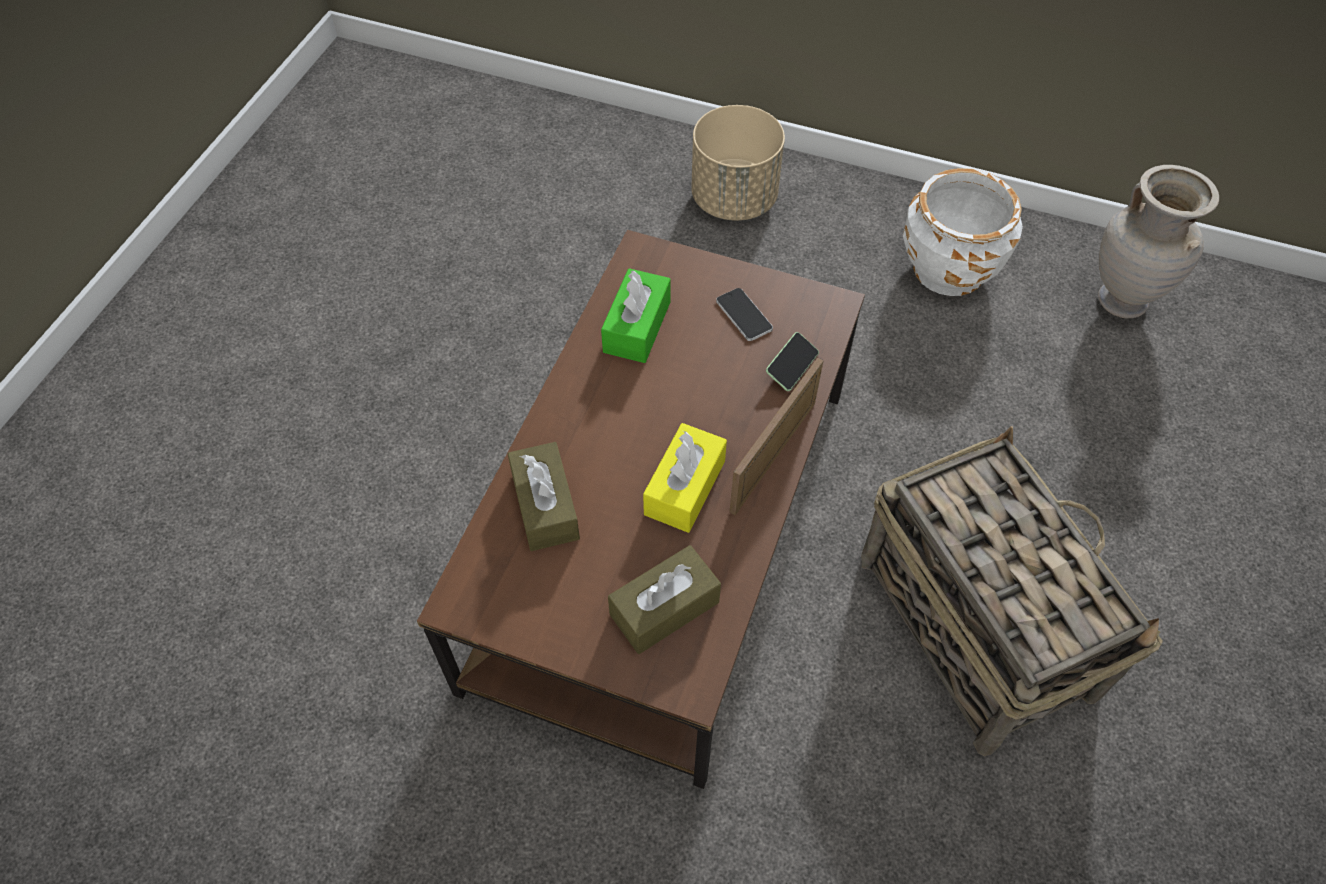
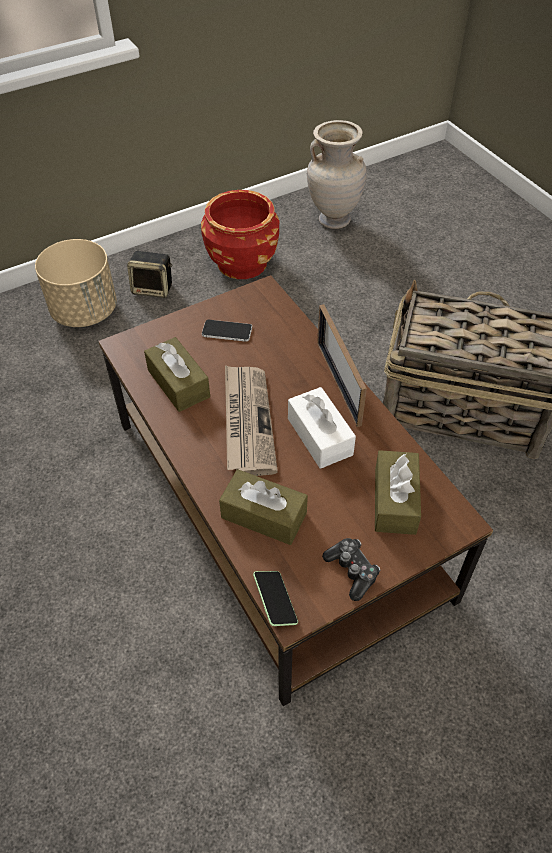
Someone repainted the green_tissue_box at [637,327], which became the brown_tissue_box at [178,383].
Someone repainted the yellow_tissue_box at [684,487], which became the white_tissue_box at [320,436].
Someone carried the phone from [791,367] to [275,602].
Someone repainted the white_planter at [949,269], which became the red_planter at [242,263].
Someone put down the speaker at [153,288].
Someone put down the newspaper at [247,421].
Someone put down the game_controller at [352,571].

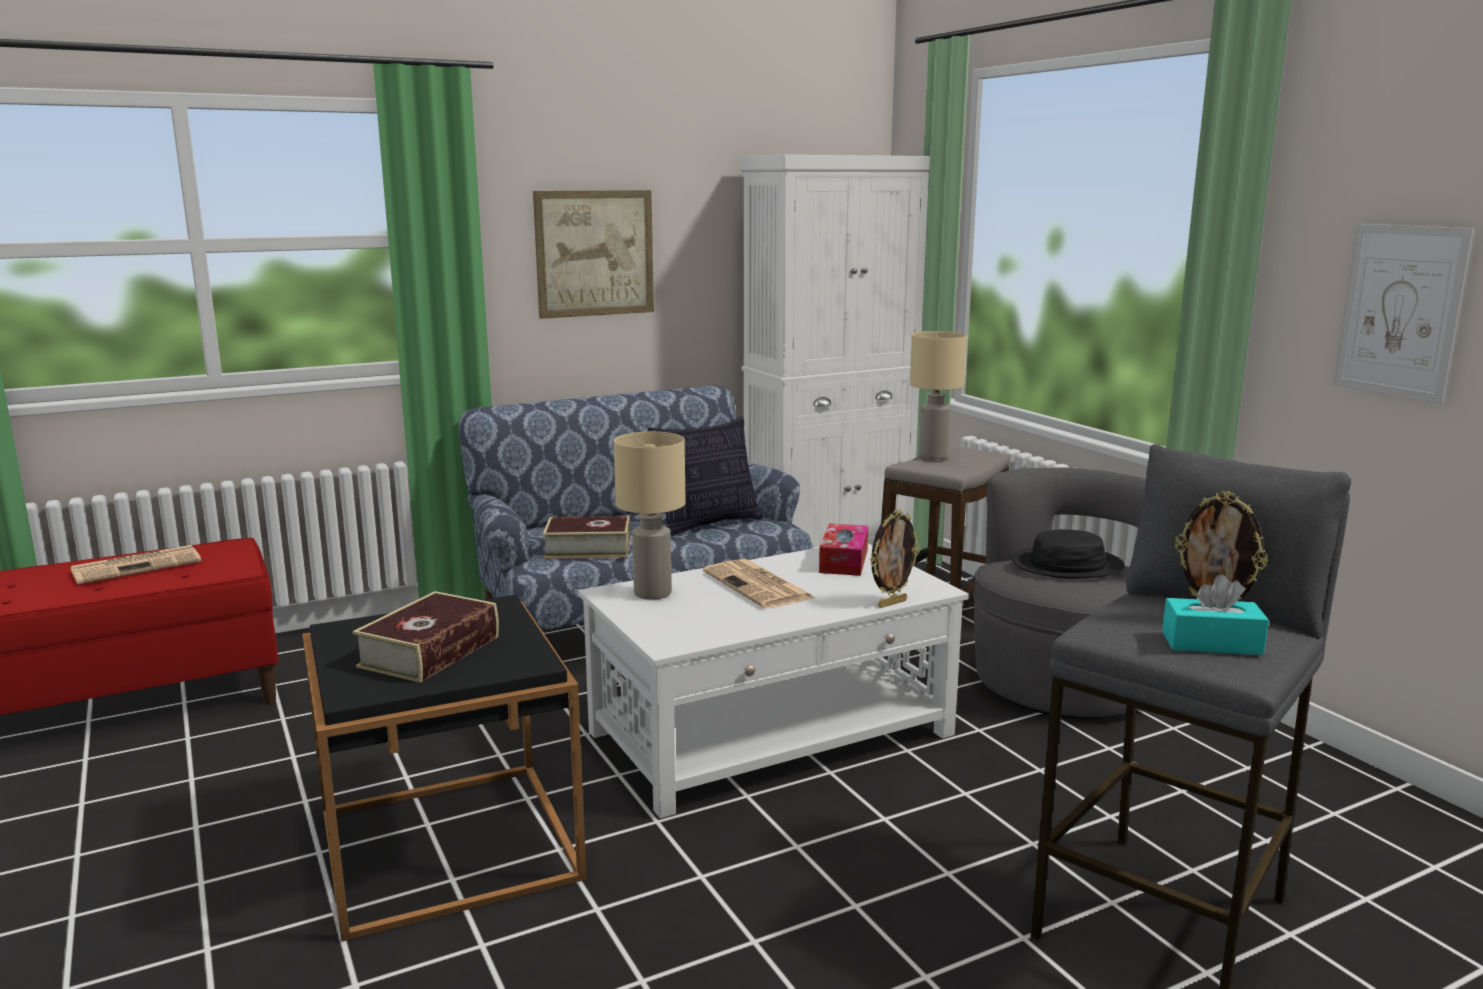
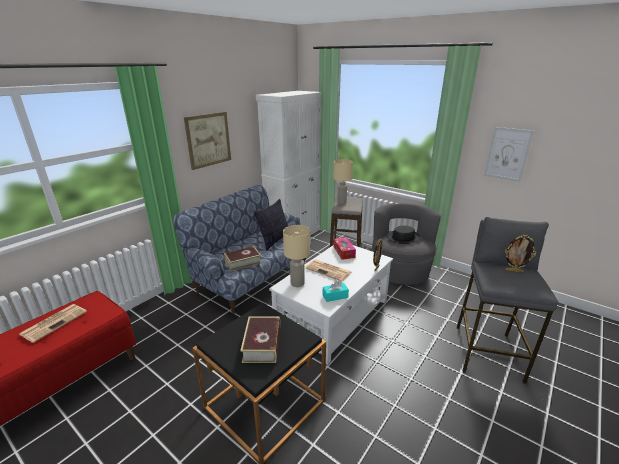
Someone carried the turquoise_tissue_box from [1211,643] to [335,296].

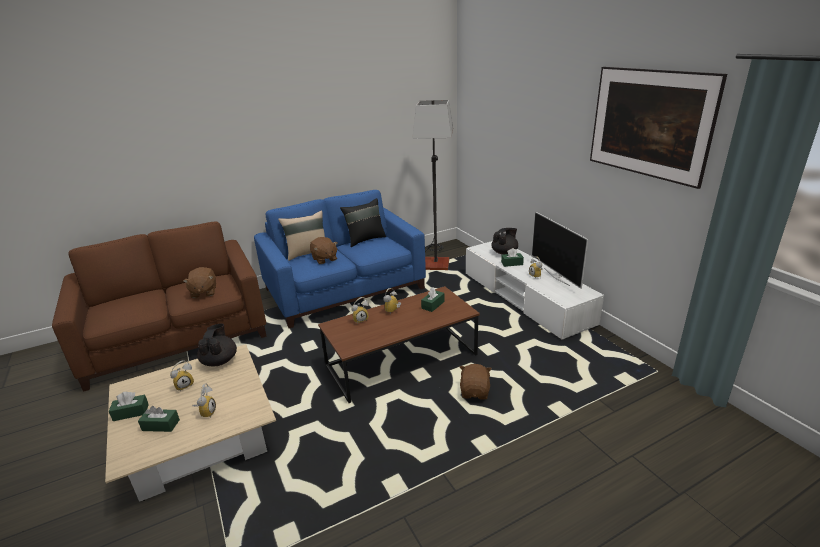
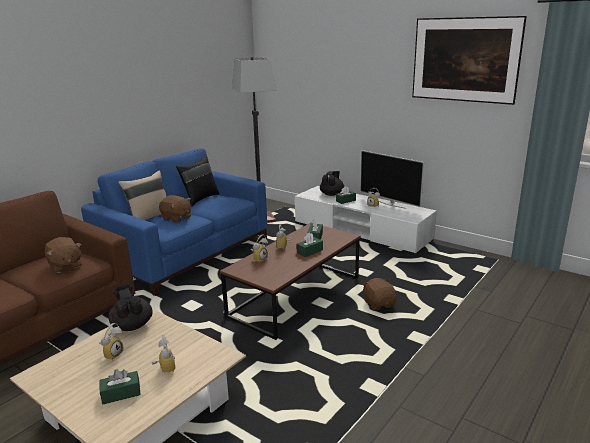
Someone carried the green_tissue_box from [131,412] to [309,251].

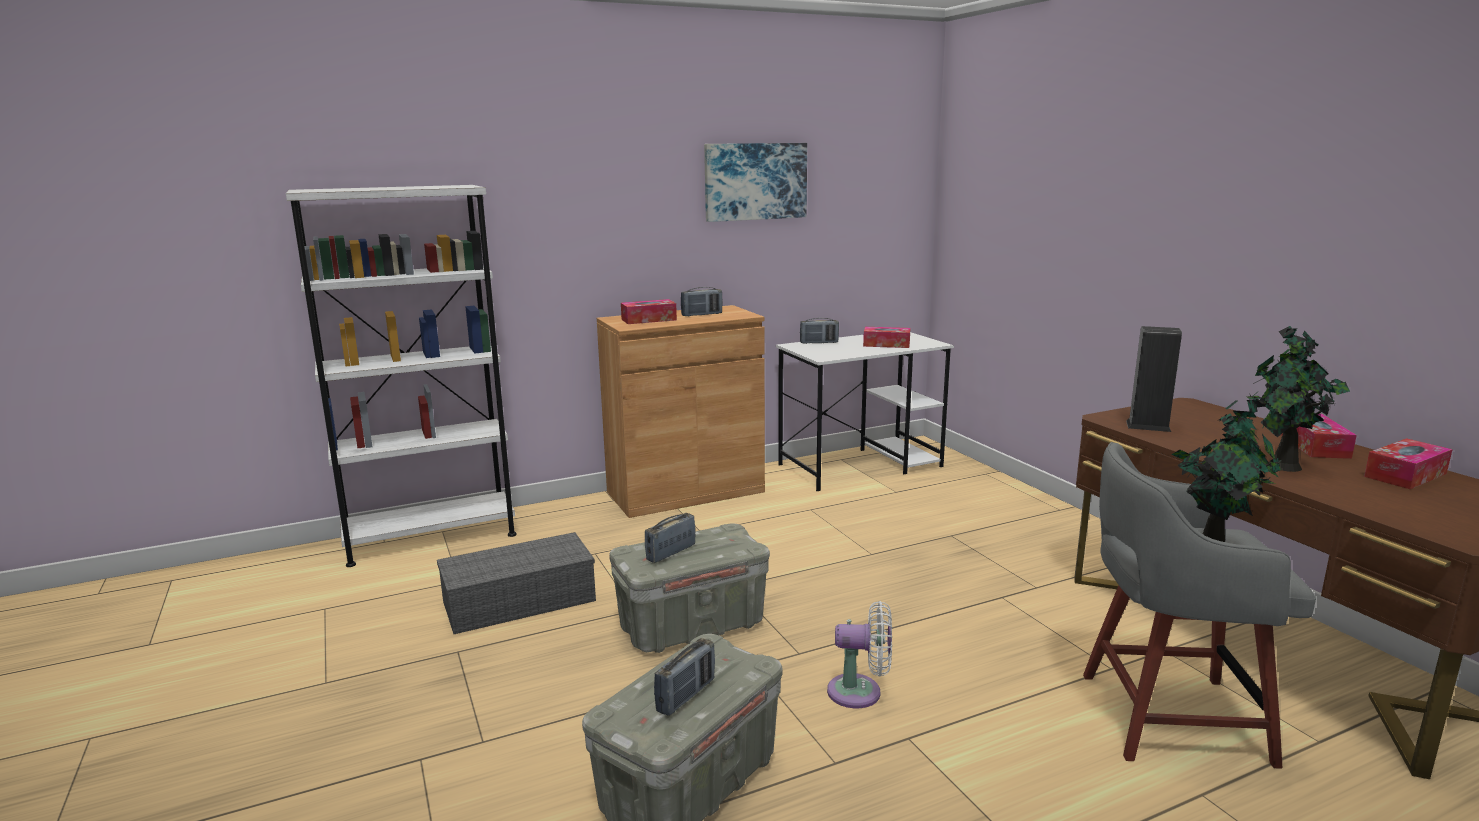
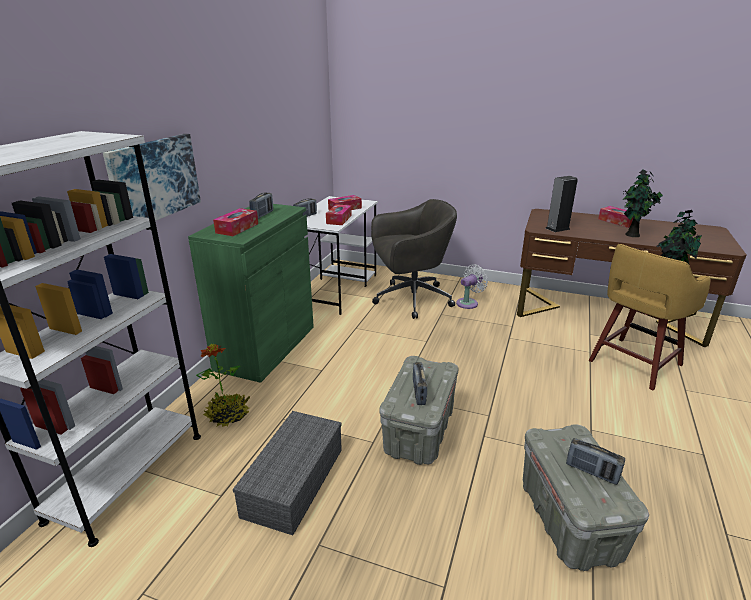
Someone repainted the brown_cabinet at [685,492], which became the green_cabinet at [266,347].
Someone rotated the radio at [686,695] by 135 degrees clockwise.
Someone carried the picture from [755,181] to [154,179].
Someone carried the white_fan from [860,692] to [468,303].
Someone repainted the grey_stool at [1166,717], which became the yellow_stool at [633,363].
Someone carried the tissue_box from [1405,475] to [339,219].
Someone put down the potted_plant at [228,415].
Someone put down the grey_office_chair at [410,299].

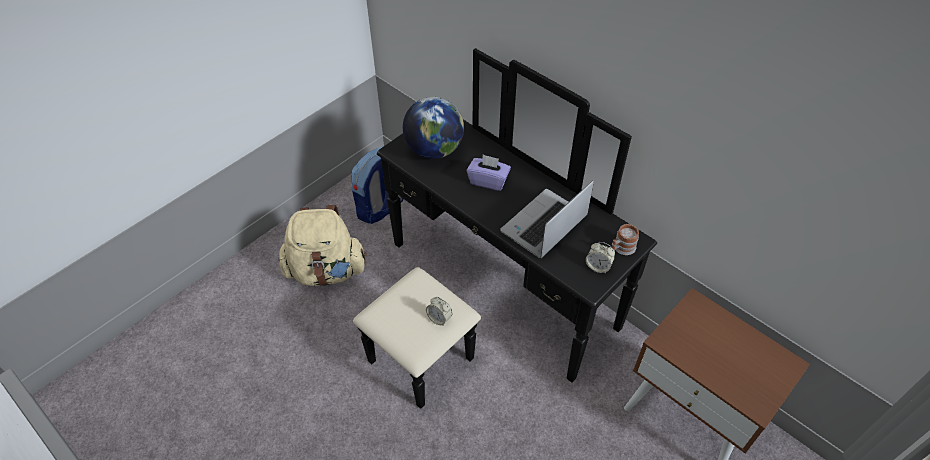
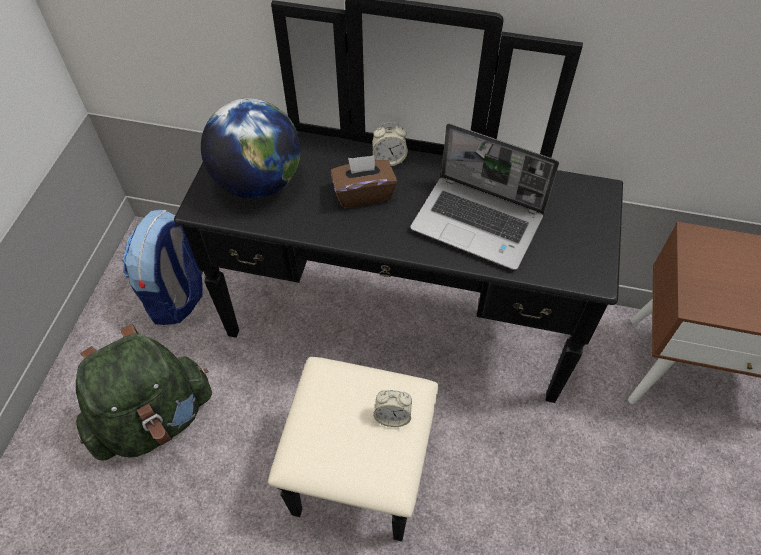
Someone repainted the beige_backpack at [326,271], which became the green_backpack at [155,419].
Someone repainted the purple_tissue_box at [488,181], which became the brown_tissue_box at [363,194].
Someone rotated the laptop at [544,226] by 75 degrees counterclockwise.
Someone carried the alarm_clock from [598,266] to [389,159].
Someone took away the mug at [621,248].

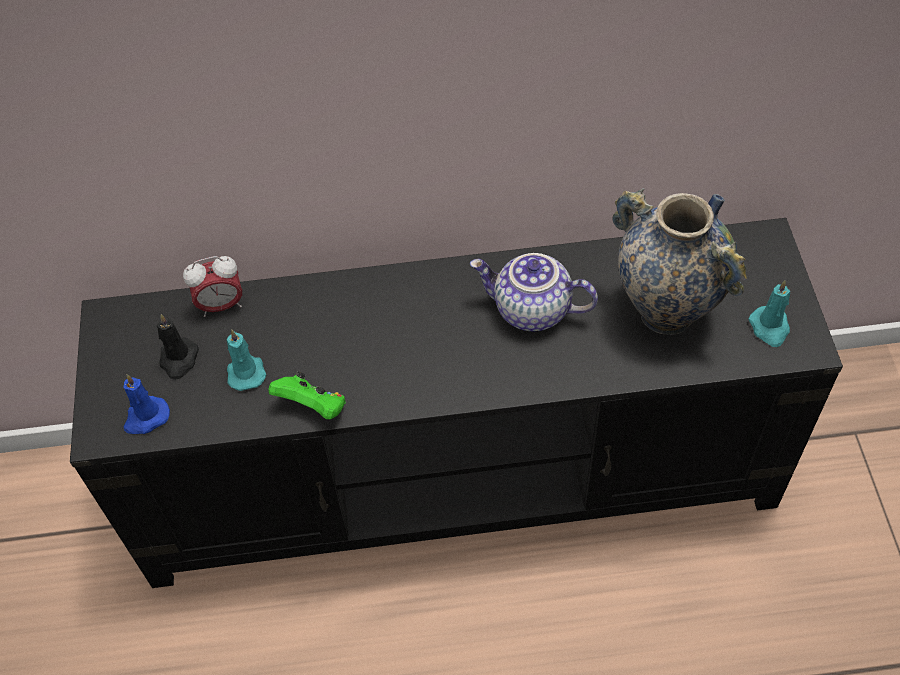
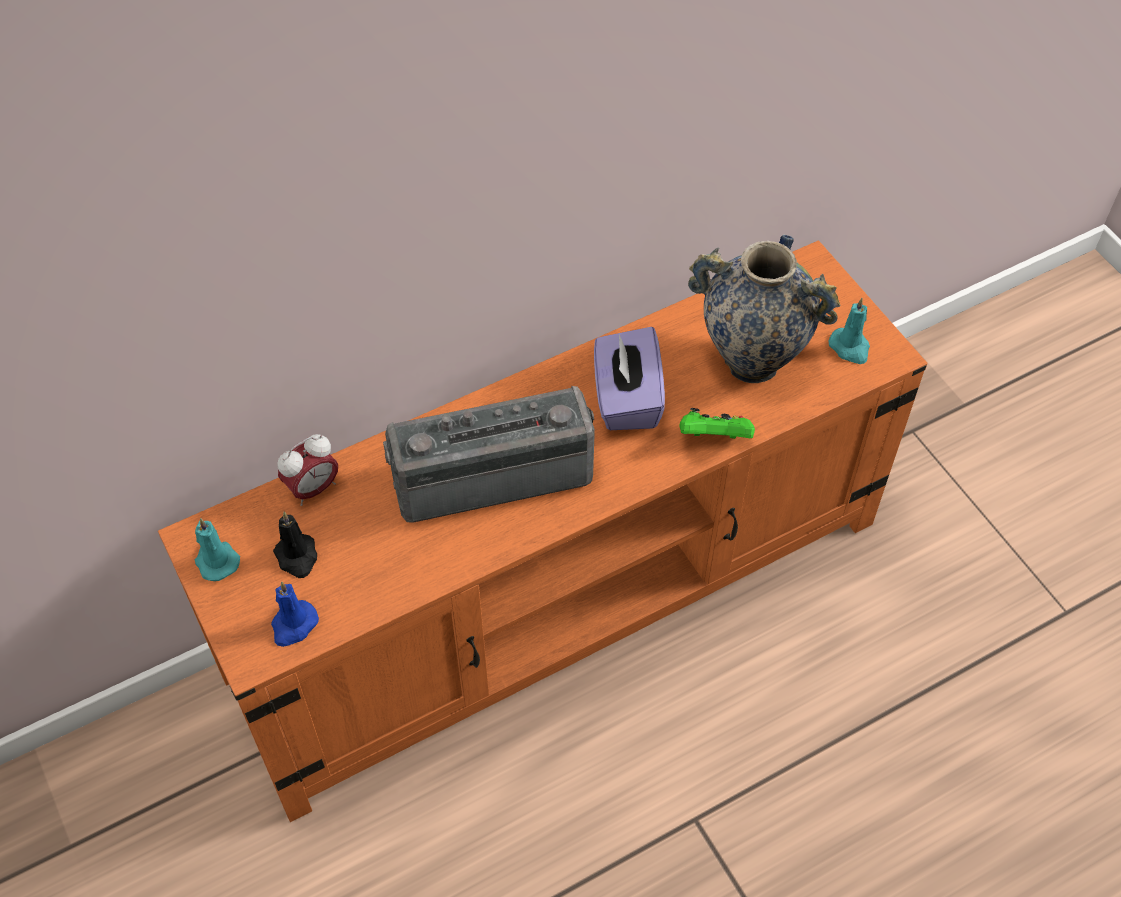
Someone repainted the black_tv_stand at [460,476], which became the orange_tv_stand at [560,597].
Someone carried the turquoise_candle from [246,372] to [216,560].
Someone carried the green_game_controller from [313,407] to [714,438].
Someone swapped the teapot at [531,311] for the purple_tissue_box at [626,399].
Someone put down the radio at [491,472].

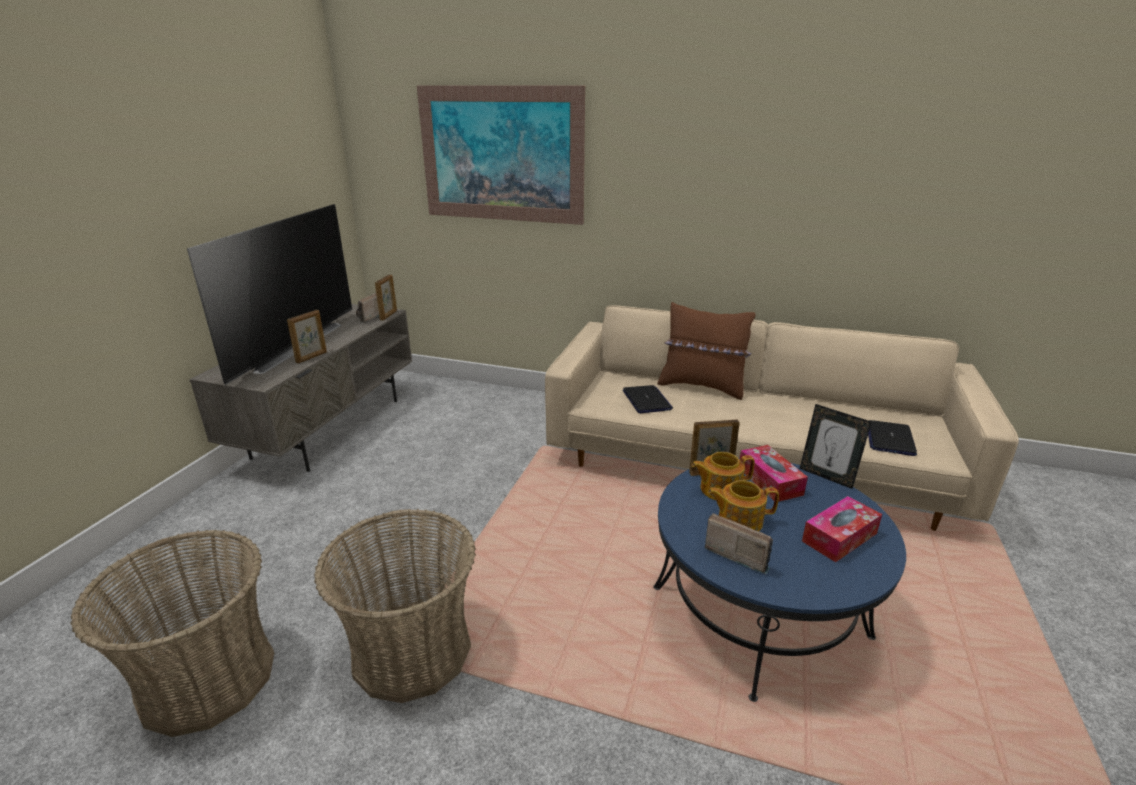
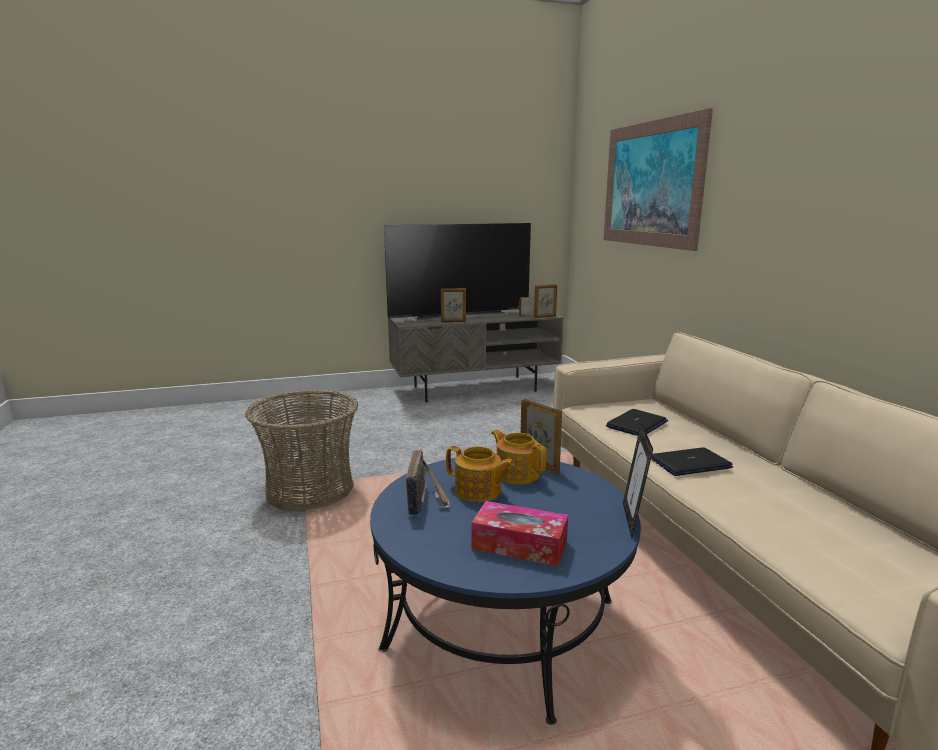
Someone took away the basket at [207,678].
Someone took away the brown_pillow at [702,386].
Someone rotated the teapot at [739,520] by 150 degrees clockwise.
Someone took away the tissue_box at [769,481].
Someone carried the laptop from [889,439] to [690,463].

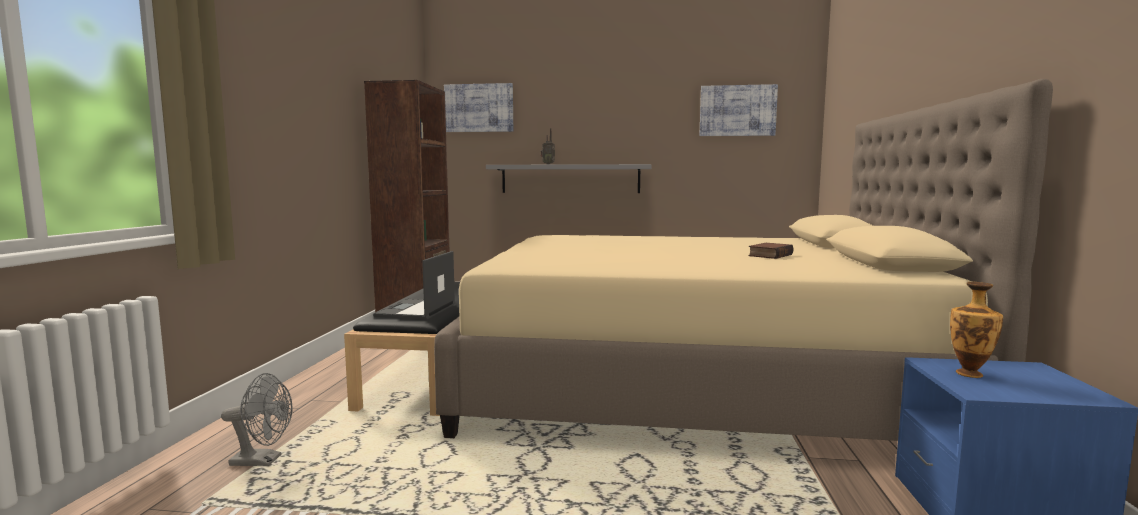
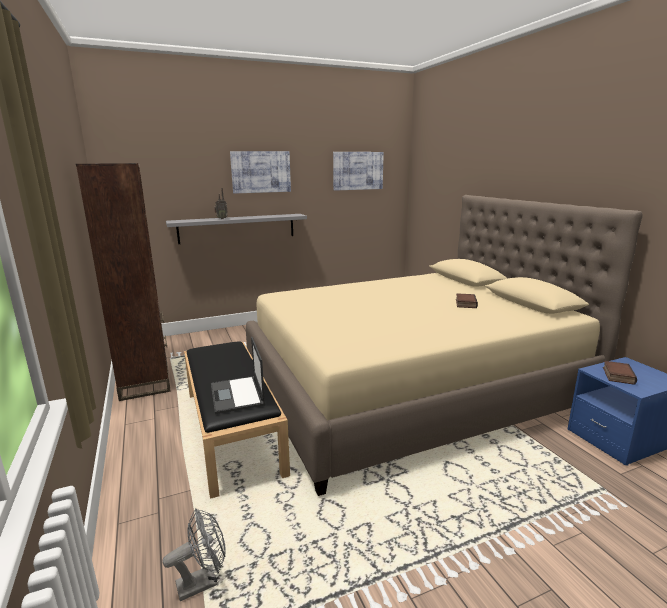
Someone carried the picture from [479,108] to [261,172].
Someone swapped the vase at [970,373] for the book at [617,375].

